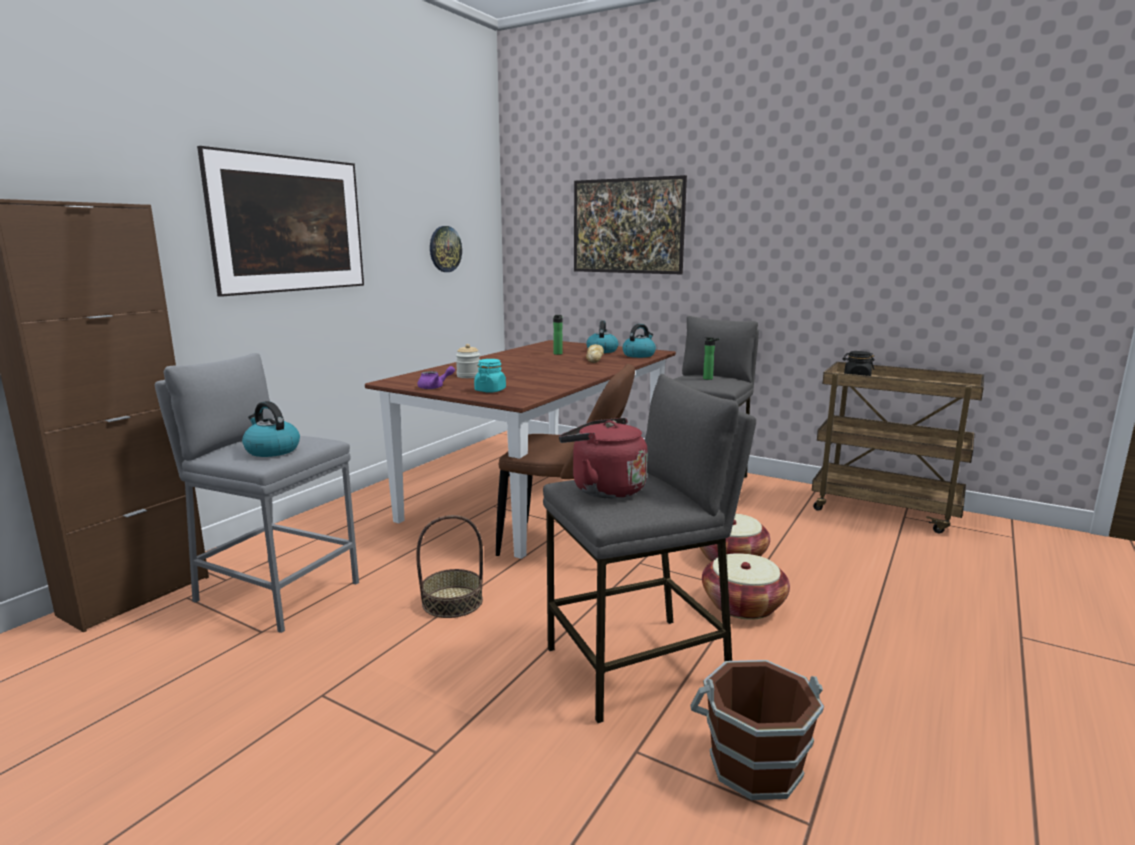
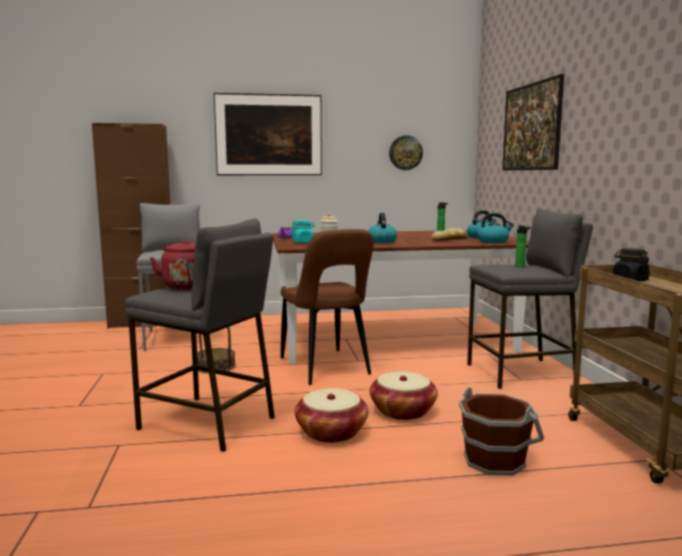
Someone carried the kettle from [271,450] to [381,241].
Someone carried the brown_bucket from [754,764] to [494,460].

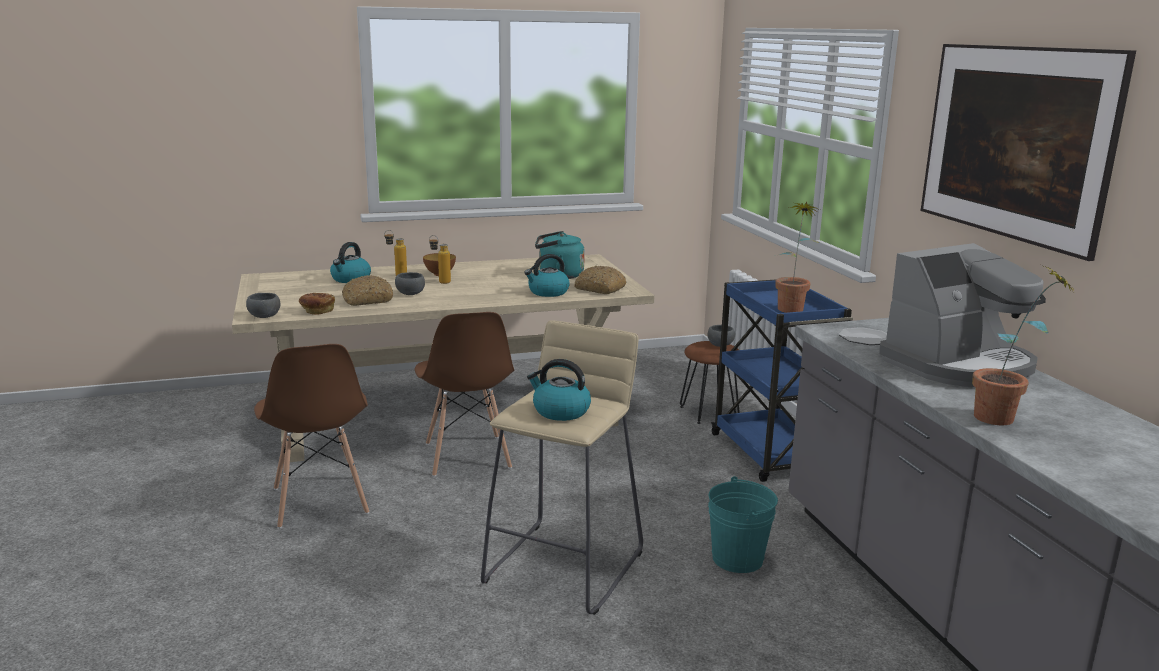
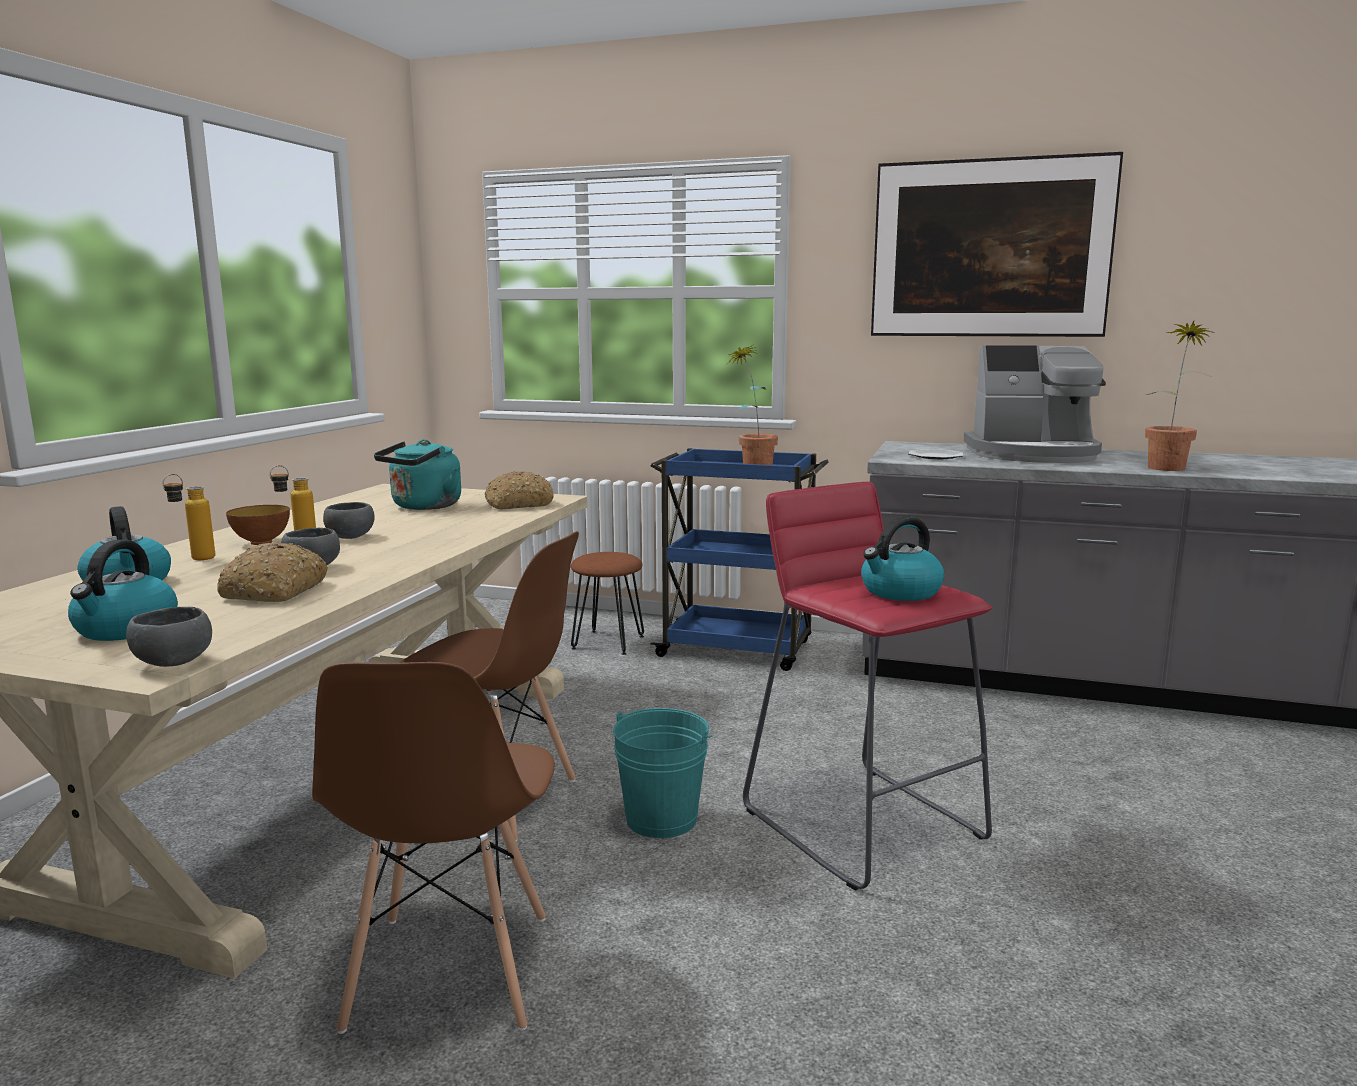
Someone rotated the brown_chair at [319,501] by 75 degrees clockwise.
Someone took away the bread at [317,311].
Someone repainted the beige_stool at [565,566], which became the red_stool at [863,822].
Someone carried the kettle from [548,292] to [126,629].
Someone carried the grey_bowl from [720,345] to [350,536].
Someone carried the turquoise_bucket from [737,559] to [661,819].
Someone rotated the coffee_machine at [959,365] by 90 degrees clockwise.

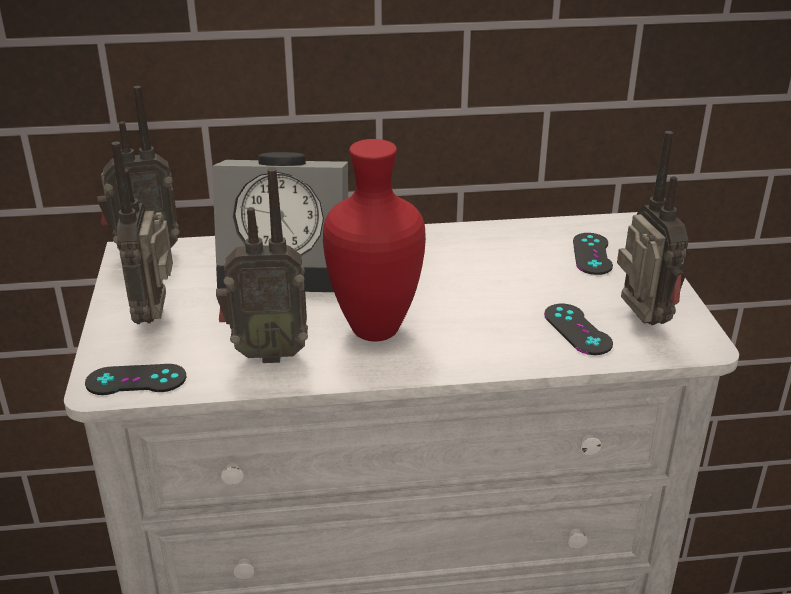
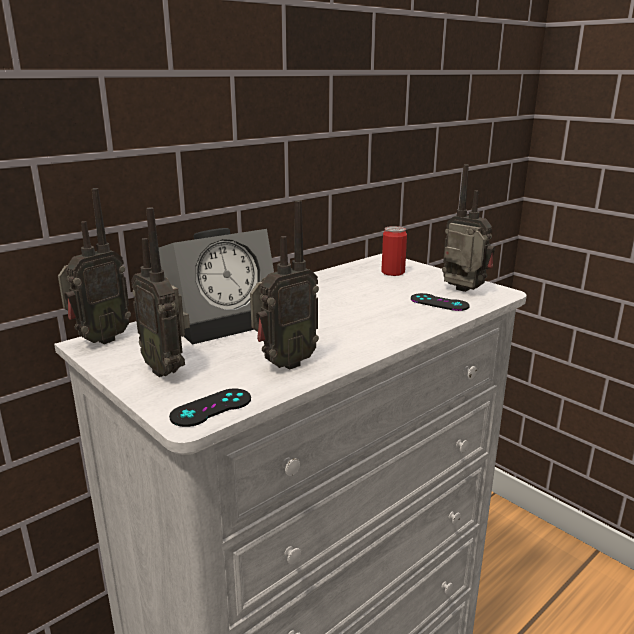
Someone took away the red_vase at [372,329].
Someone swapped the black_game_controller at [592,254] for the can at [392,272].

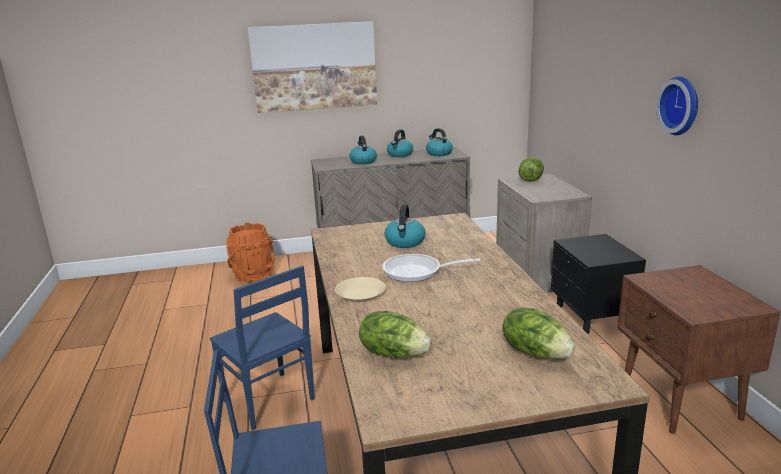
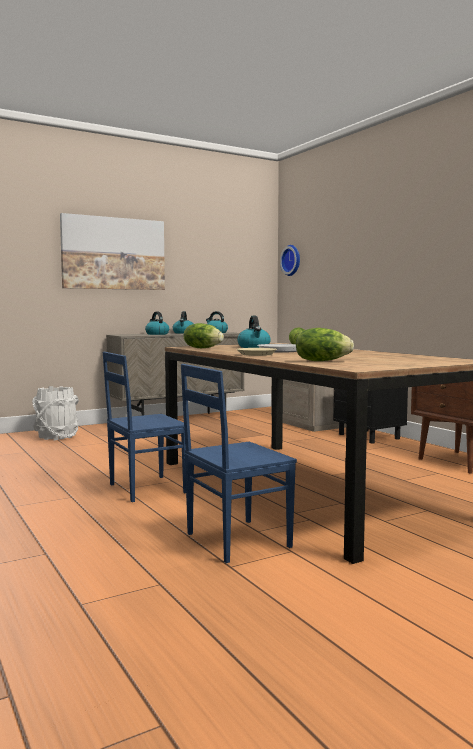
Someone rotated the blue_chair at [268,401] by 120 degrees clockwise.
Someone repainted the orange_bucket at [253,275], which became the white_bucket at [57,436].
Someone carried the lettuce from [535,352] to [202,348].
Someone carried the wall_clock from [681,105] to [292,260].

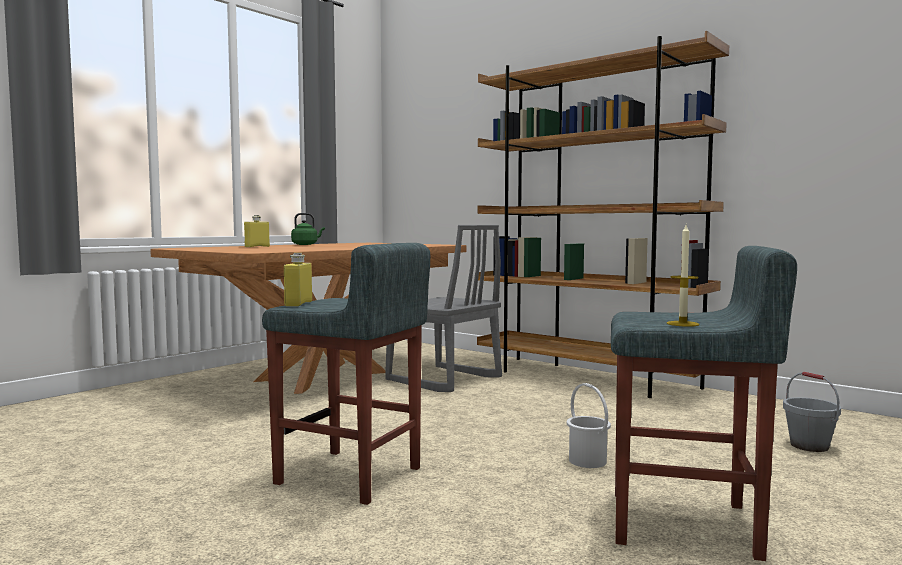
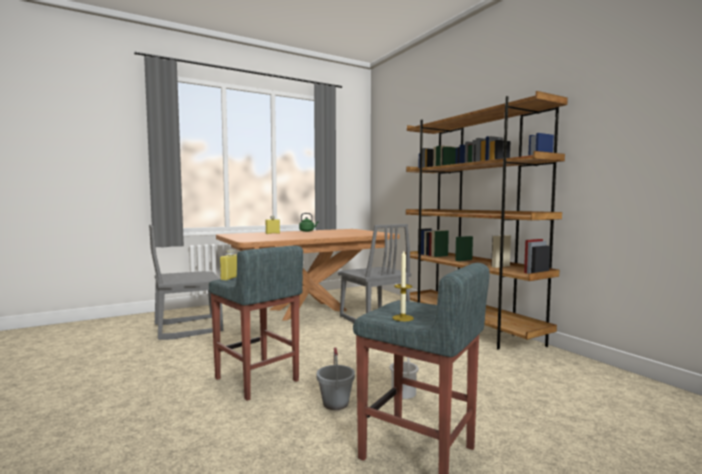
Someone carried the grey_bucket from [808,446] to [335,403].
Someone put down the grey_chair at [188,328].

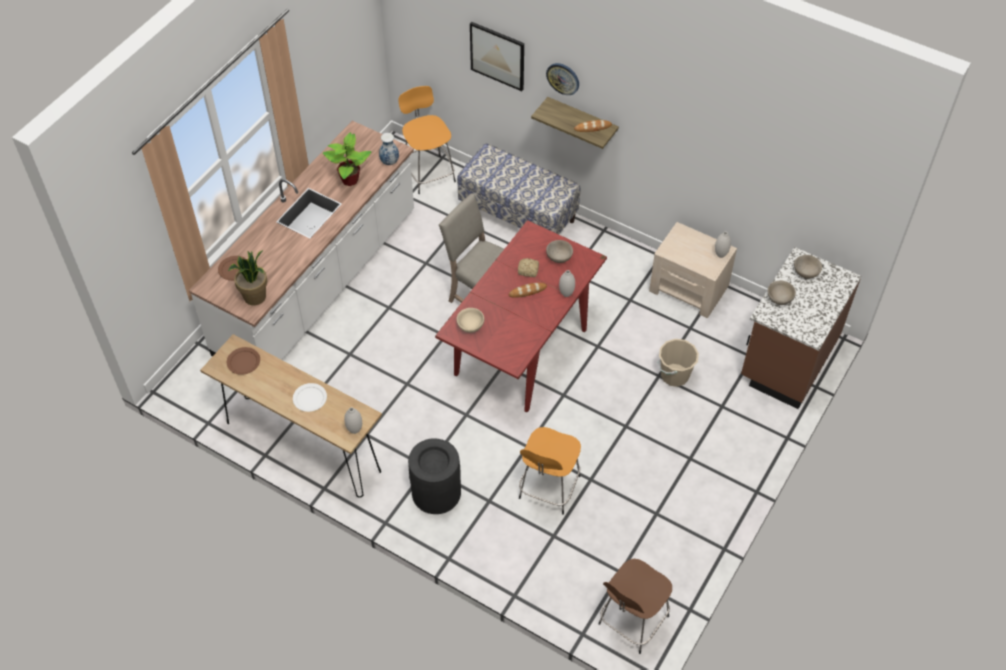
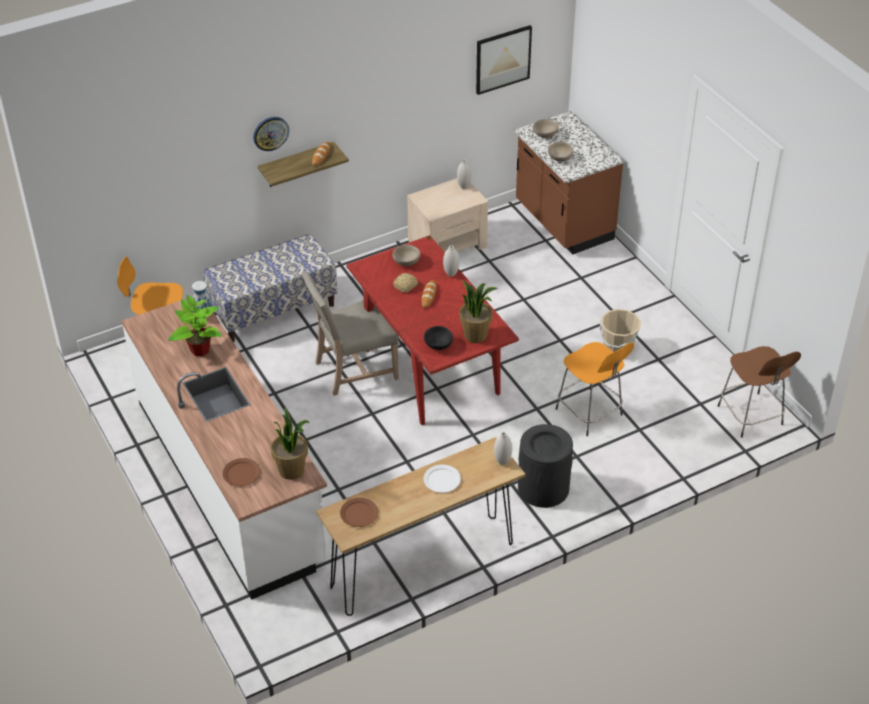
Someone repainted the beige_bowl at [470,325], which became the black_bowl at [438,345].
Someone carried the picture from [497,55] to [503,59].
Someone carried the beige_bucket from [674,375] to [617,349].
Someone put down the potted_plant at [475,335].

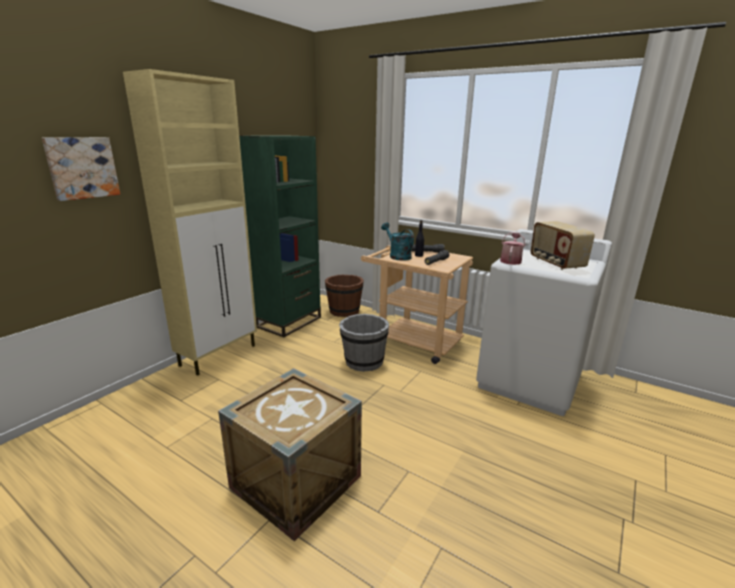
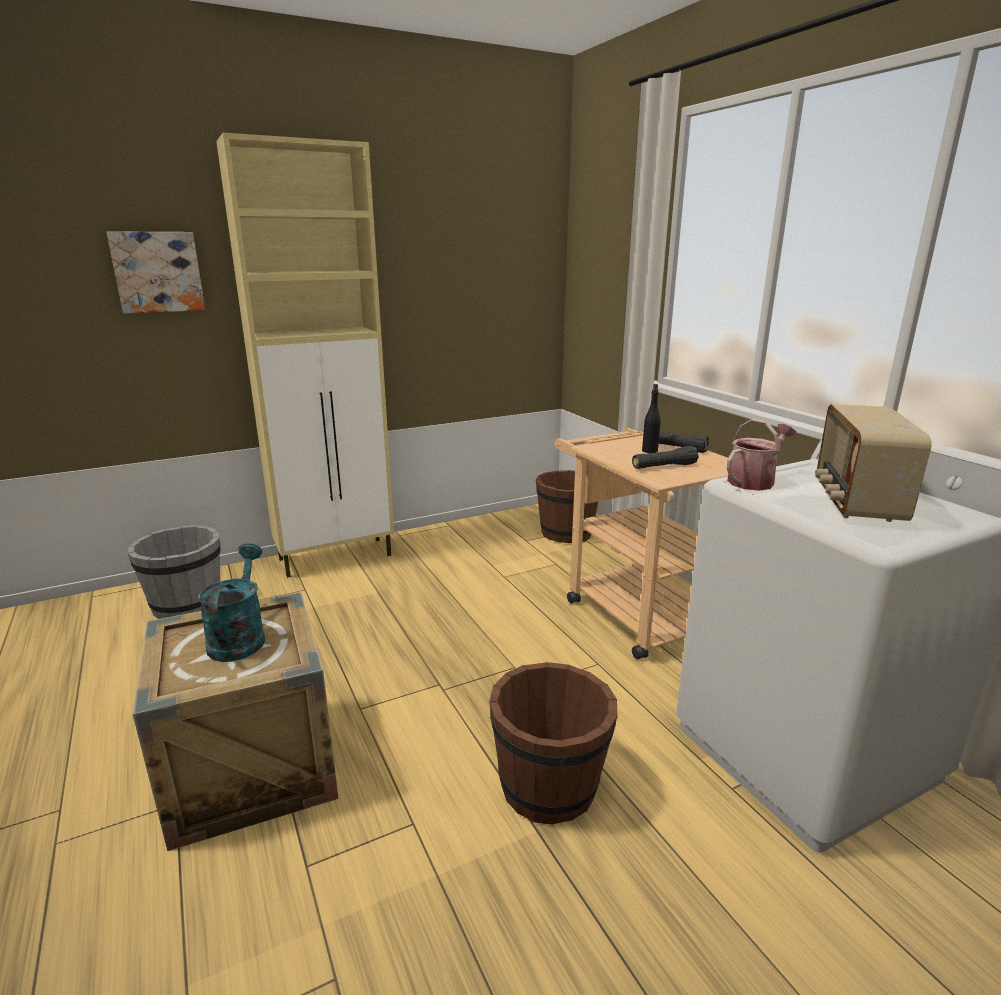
Someone took away the green_bookcase at [289,322].
Someone carried the grey_bucket from [363,362] to [187,605].
Someone carried the turquoise_watering_can from [397,256] to [239,637].
Someone put down the brown_bucket at [550,786].

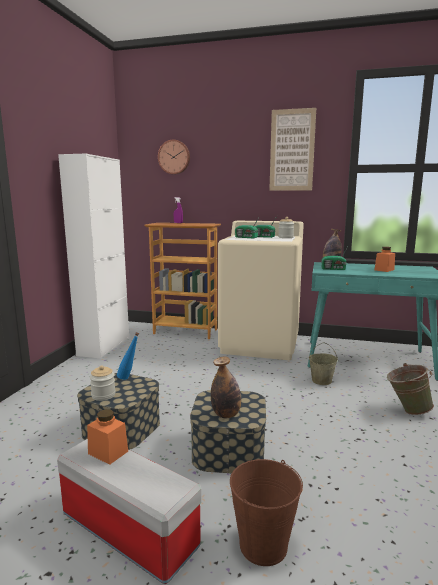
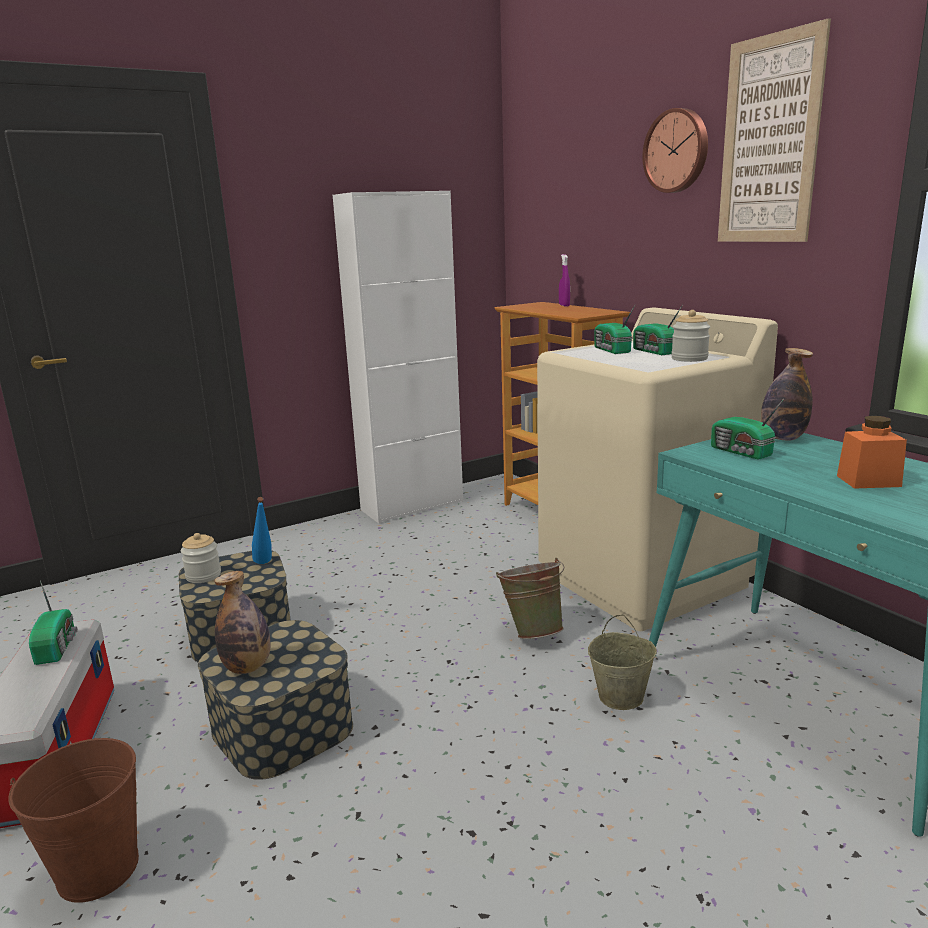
Someone swapped the orange_jar at [108,452] for the radio at [58,646].
Someone carried the wall_clock from [174,157] to [677,151].
Someone carried the green_bucket from [406,410] to [532,631].

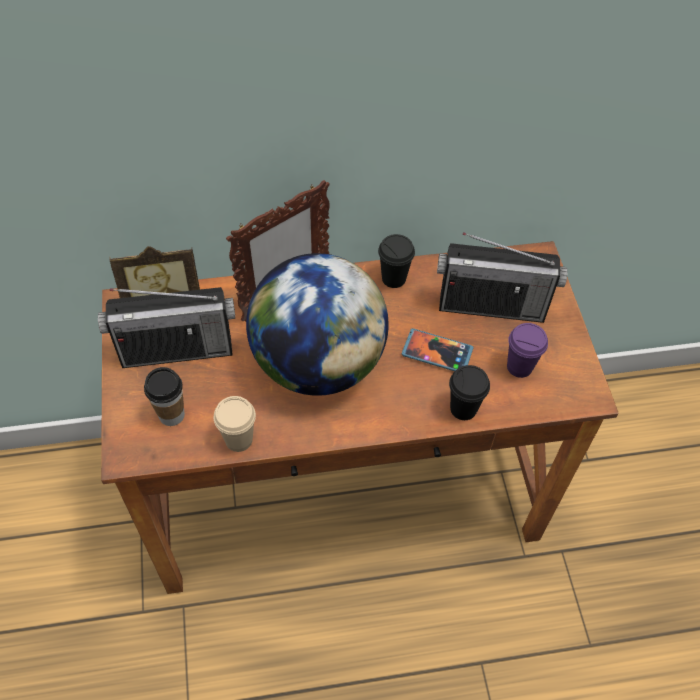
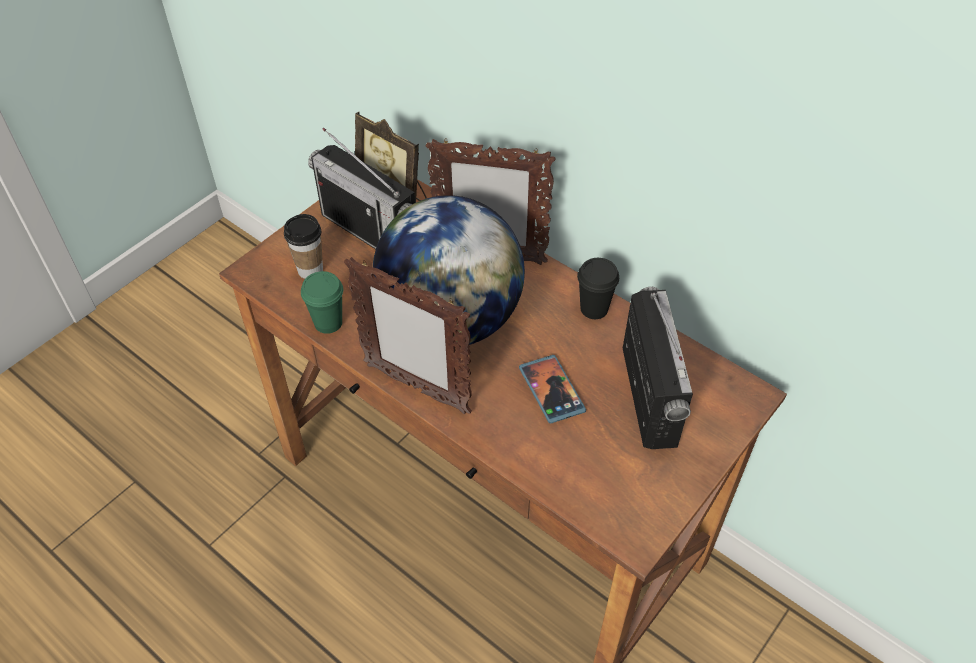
Someone repainted the beige_cup at [238,439], which became the green_cup at [328,323].
Someone rotated the radio at [491,306] by 150 degrees counterclockwise.
Someone took away the black_cup at [463,409].
Someone took away the purple_cup at [519,367].
Someone put down the picture_frame at [416,388].

